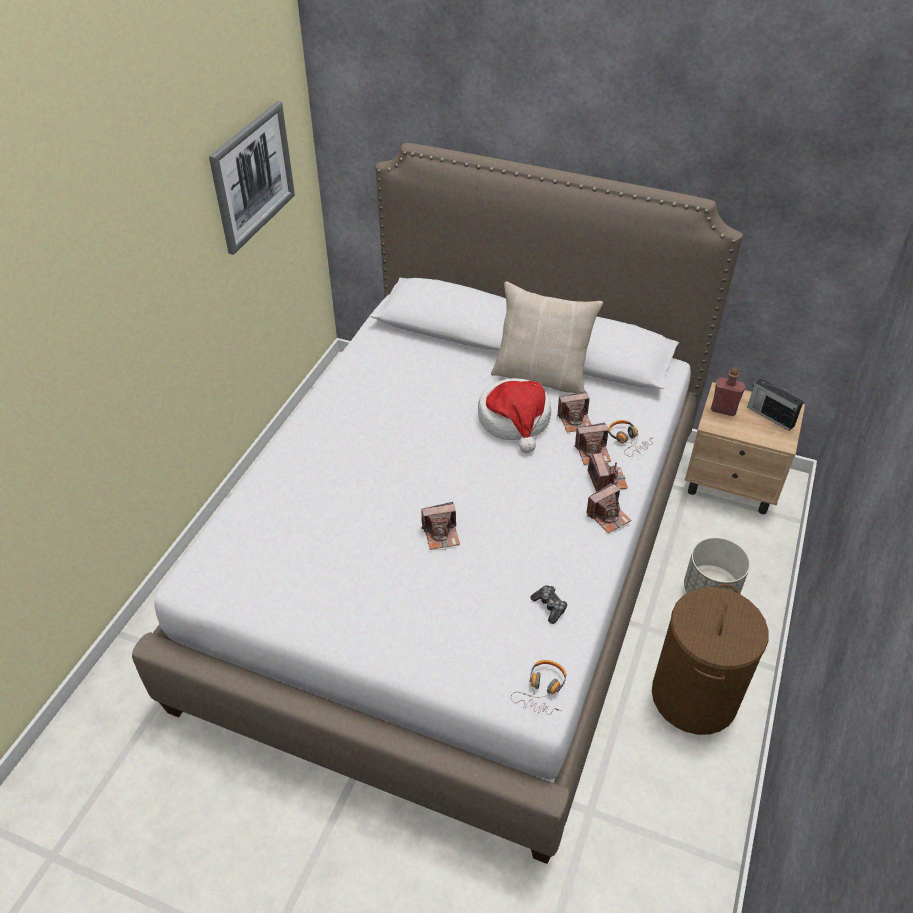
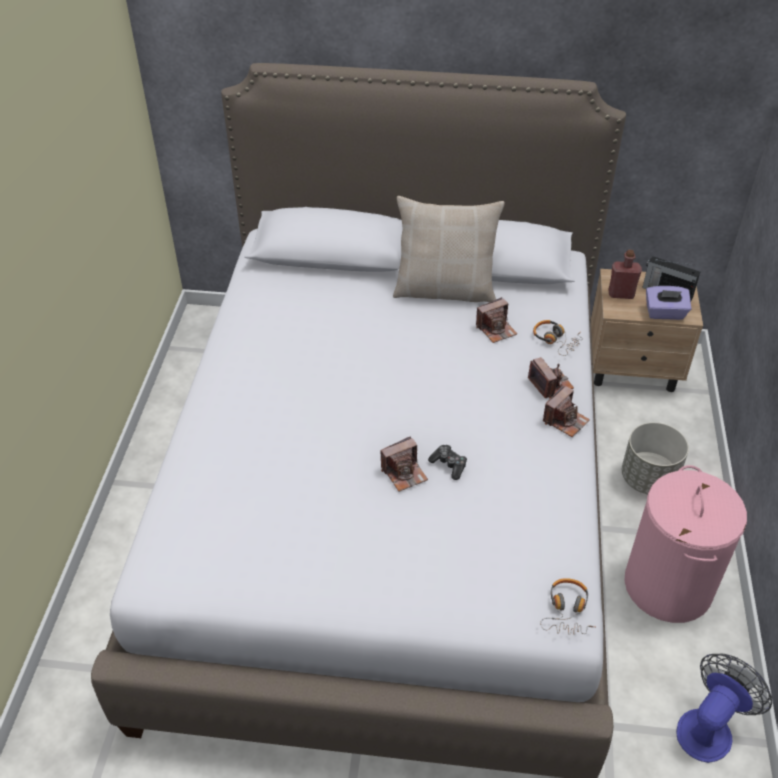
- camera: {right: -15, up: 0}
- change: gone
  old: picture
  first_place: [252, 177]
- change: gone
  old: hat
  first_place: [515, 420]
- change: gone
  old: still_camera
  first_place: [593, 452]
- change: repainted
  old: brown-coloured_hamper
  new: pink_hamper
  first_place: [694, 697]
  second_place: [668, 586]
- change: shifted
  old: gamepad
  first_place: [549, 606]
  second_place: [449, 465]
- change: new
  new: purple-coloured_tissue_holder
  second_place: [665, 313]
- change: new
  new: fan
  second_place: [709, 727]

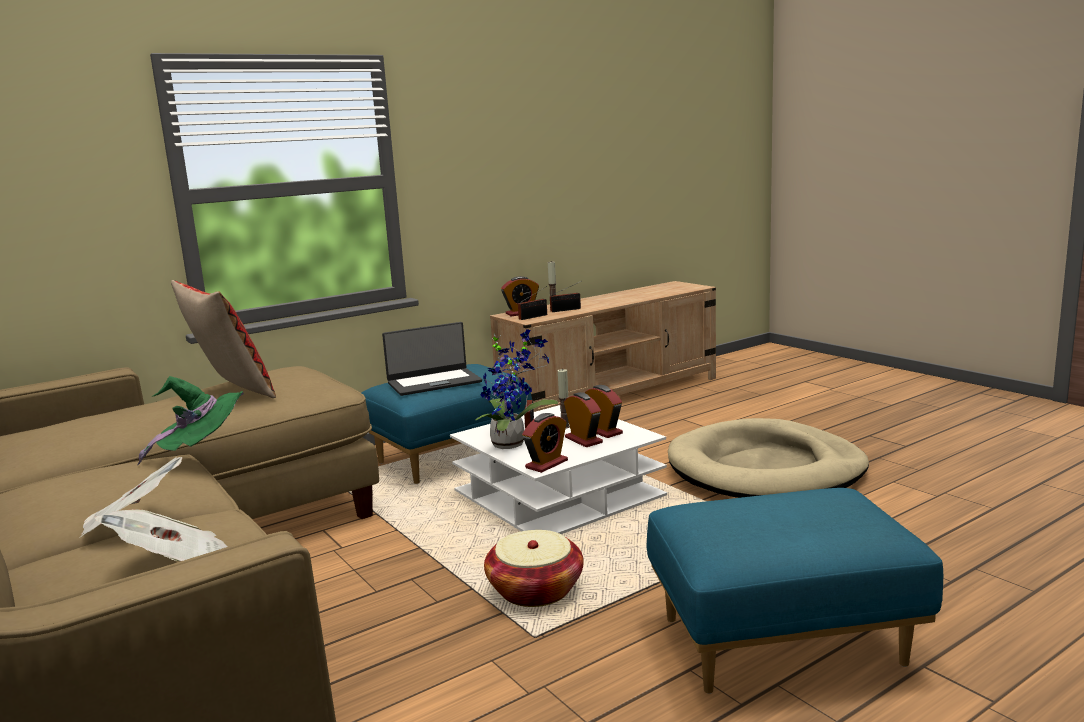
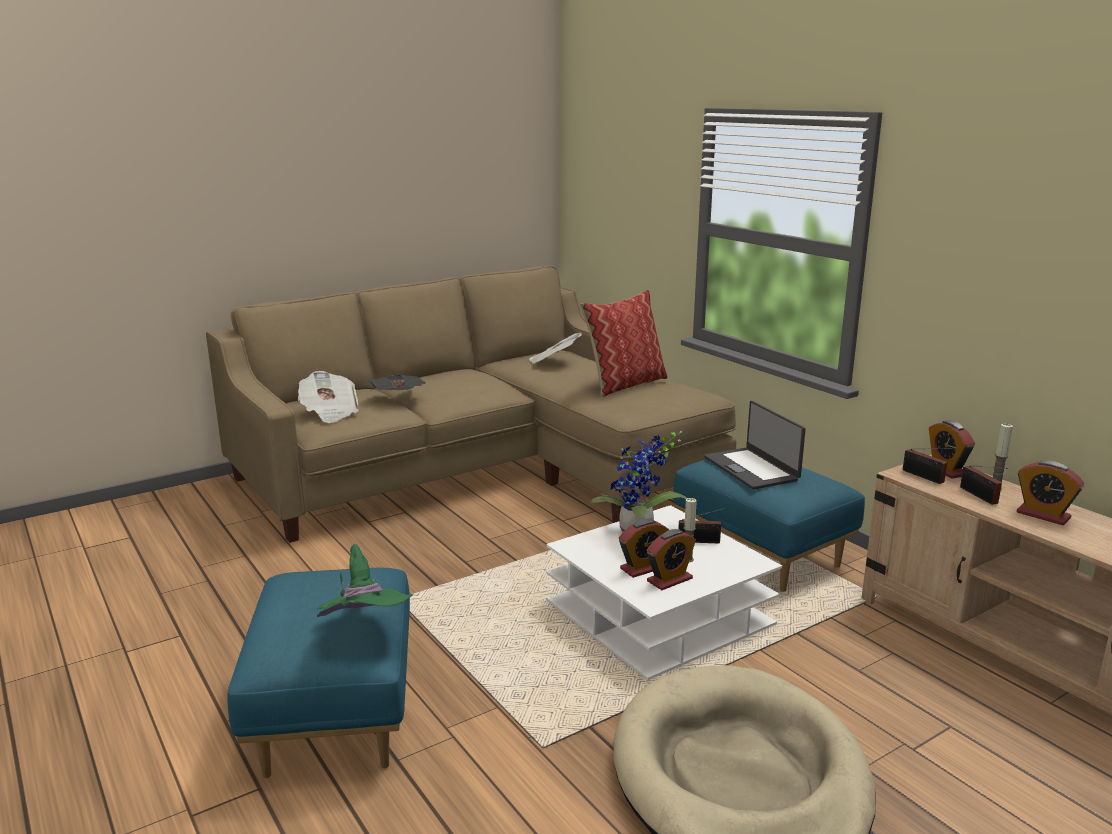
- camera: {right: 90, up: 5}
- change: shifted
  old: greenish_hat
  first_place: [203, 452]
  second_place: [364, 631]
- change: shifted
  old: alarm_clock
  first_place: [546, 464]
  second_place: [1043, 515]
- change: gone
  old: basket
  first_place: [535, 590]
- change: new
  new: printed_paper
  second_place: [553, 362]

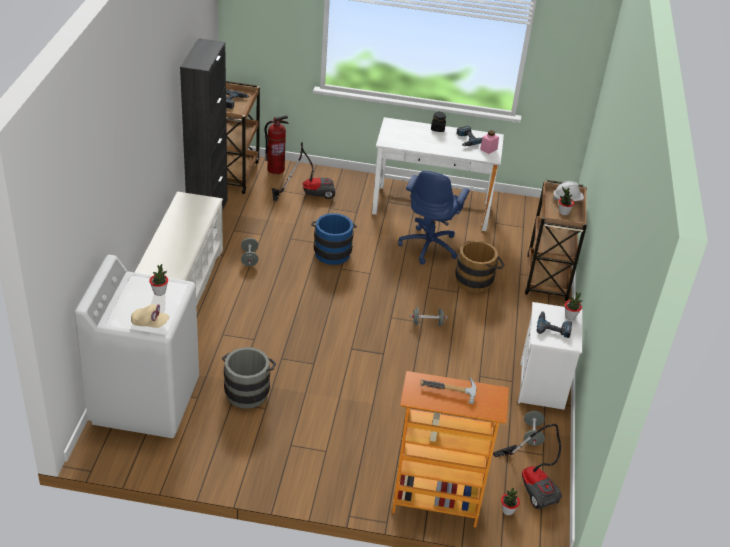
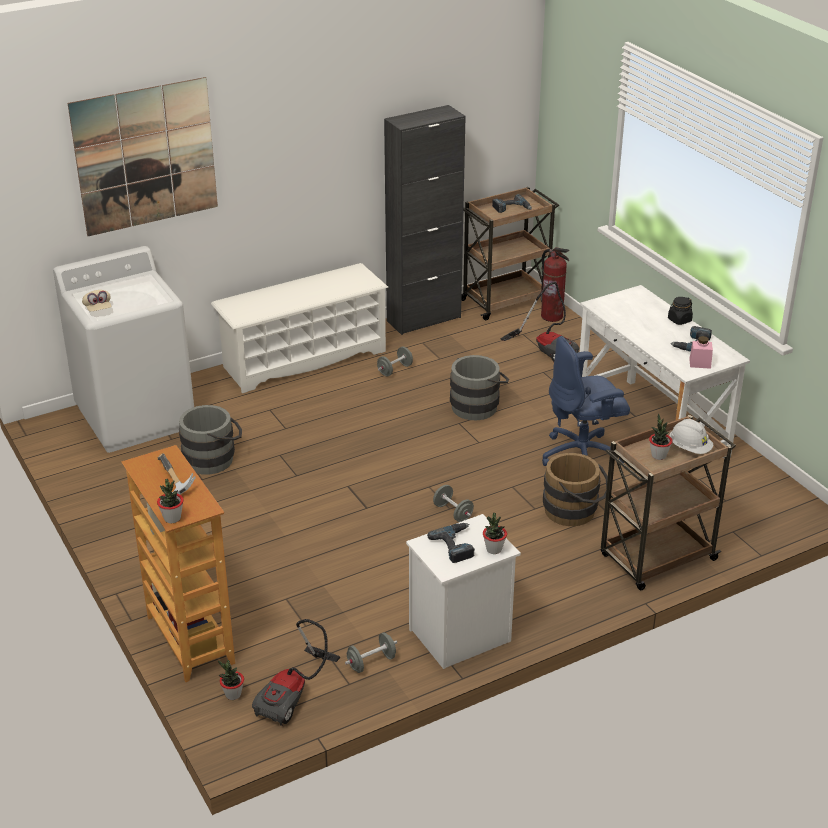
- camera: {right: 55, up: -5}
- change: repainted
  old: blue_water_bucket
  new: greyish_water_bucket
  first_place: [332, 251]
  second_place: [477, 405]
- change: shifted
  old: houseplant
  first_place: [159, 292]
  second_place: [172, 518]
- change: new
  new: picture
  second_place: [145, 156]

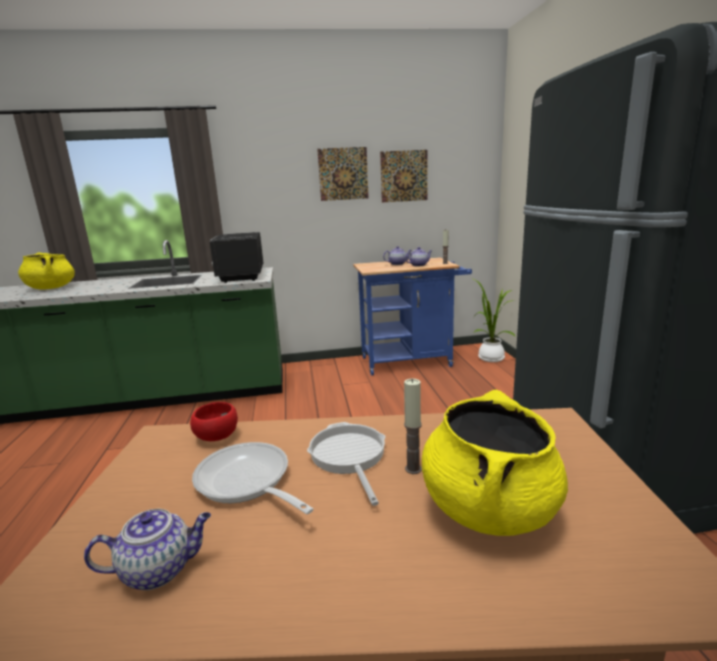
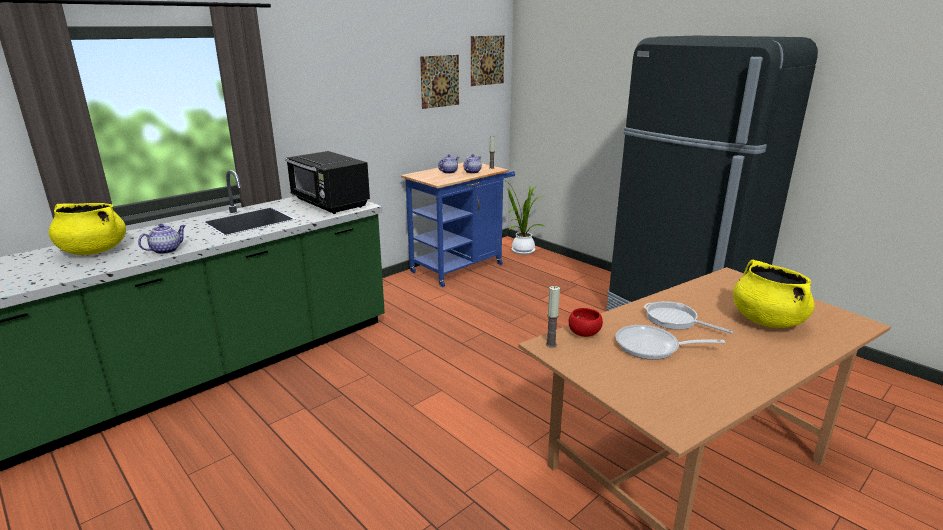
- camera: {right: -35, up: 5}
- change: shifted
  old: picture
  first_place: [343, 174]
  second_place: [487, 60]
- change: shifted
  old: wax_candle
  first_place: [413, 469]
  second_place: [551, 344]
- change: shifted
  old: tea_pot
  first_place: [159, 569]
  second_place: [166, 250]

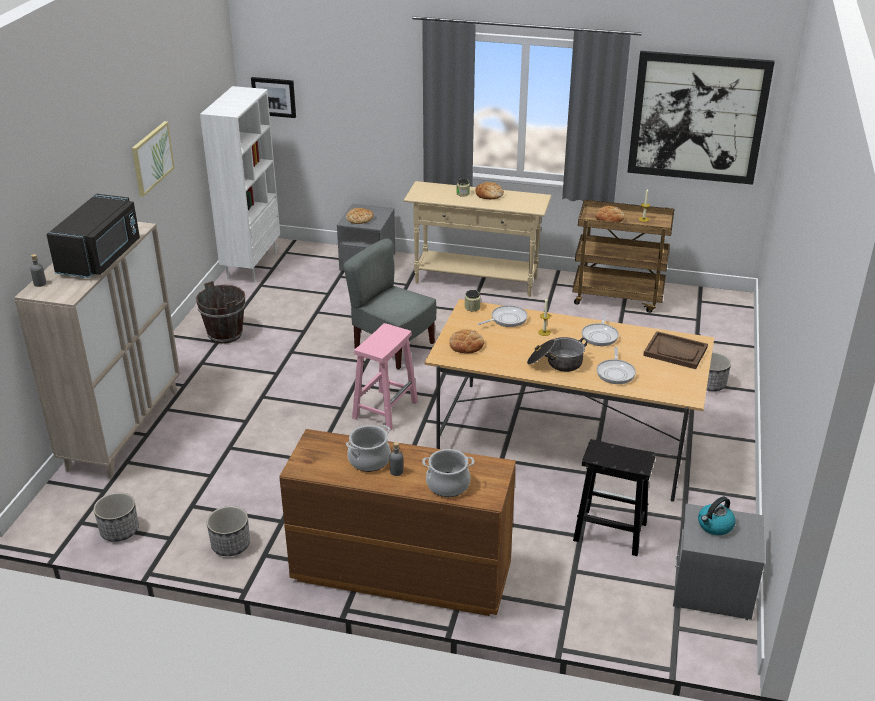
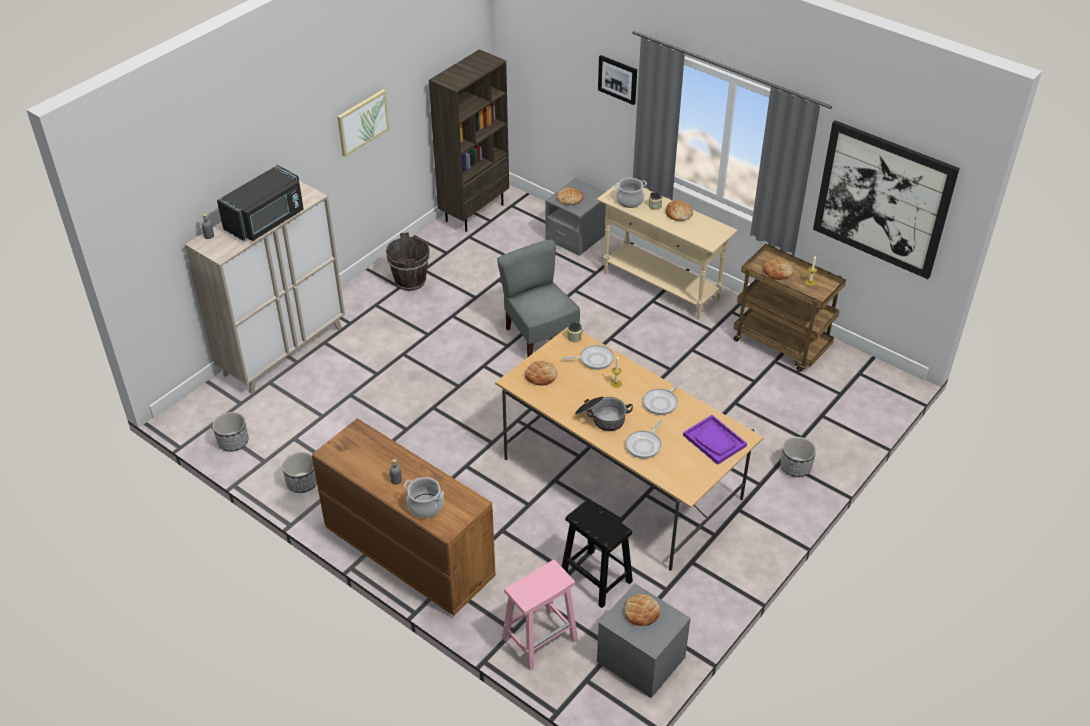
- camera: {right: 25, up: 10}
- change: shifted
  old: picture
  first_place: [274, 97]
  second_place: [618, 79]
- change: repainted
  old: white-coloured_bookcase
  new: brown-coloured_bookcase
  first_place: [251, 265]
  second_place: [474, 212]
- change: shifted
  old: pink_sitting_stool
  first_place: [385, 409]
  second_place: [540, 638]
- change: repainted
  old: brown-coloured_tray
  new: purple-coloured_tray
  first_place: [675, 352]
  second_place: [714, 441]
- change: shifted
  old: saucepot
  first_place: [369, 460]
  second_place: [629, 200]
- change: swapped
  old: tea_kettle
  new: bakery_bread
  first_place: [715, 526]
  second_place: [641, 612]

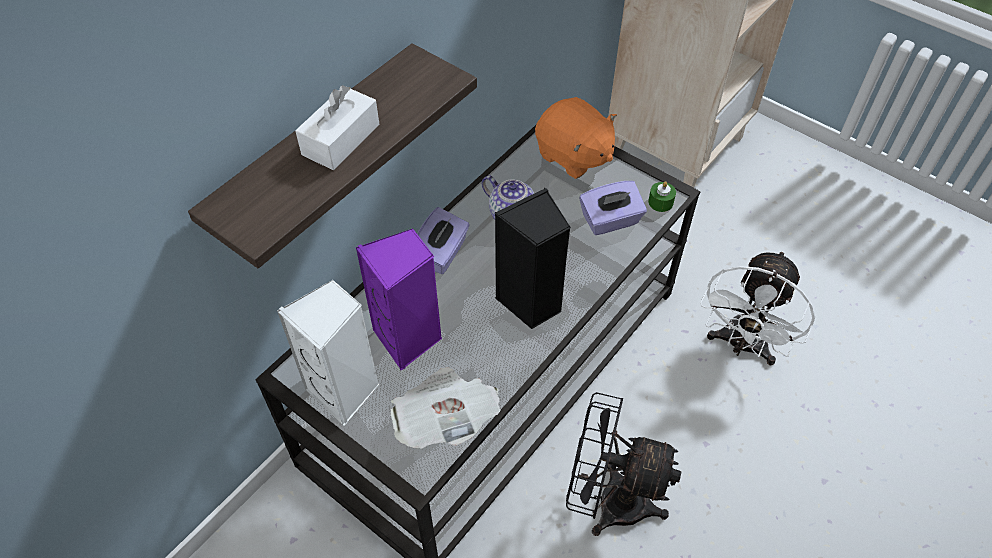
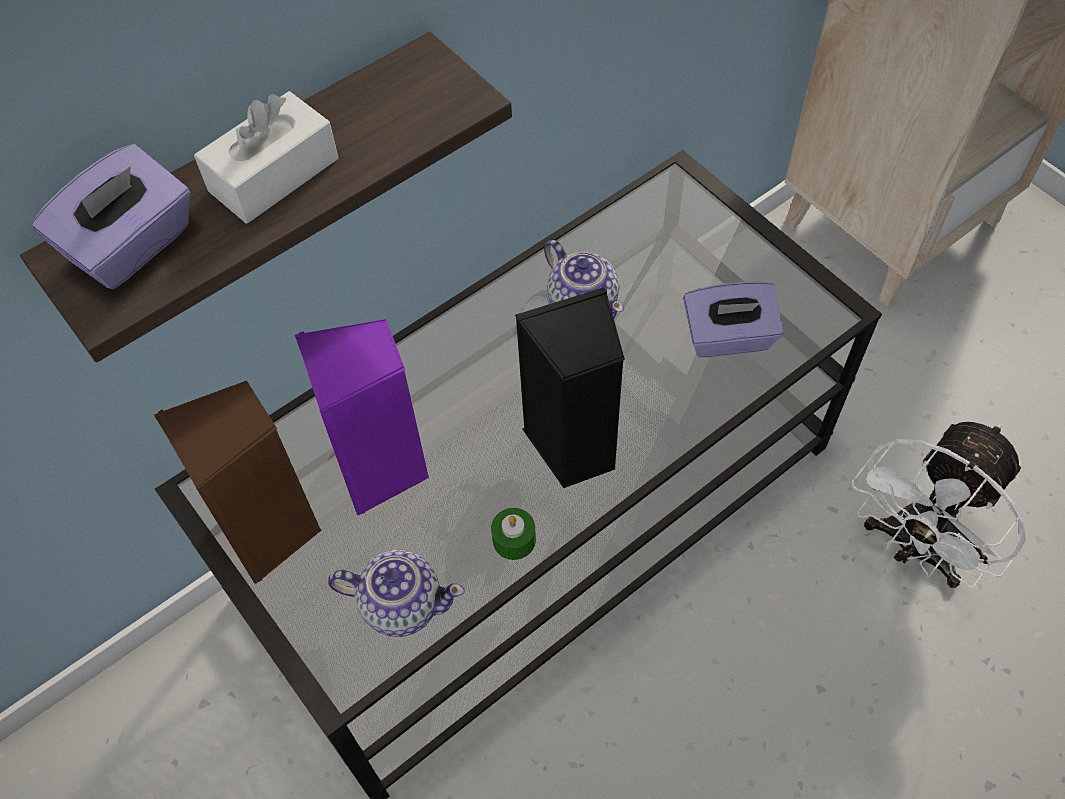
- camera: {right: 15, up: 5}
- change: gone
  old: orange-coloured_cuddly_toy
  first_place: [573, 156]
- change: shifted
  old: greenish_wax_candle
  first_place: [660, 202]
  second_place: [514, 539]
- change: shifted
  old: purple-coloured_tissue_holder
  first_place: [441, 253]
  second_place: [132, 246]
- change: repainted
  old: white-coloured_audio_speaker
  new: brown-coloured_audio_speaker
  first_place: [345, 391]
  second_place: [272, 531]
- change: swapped
  old: printed_paper
  new: tea_pot
  first_place: [445, 419]
  second_place: [401, 603]
- change: gone
  old: black_fan
  first_place: [608, 500]

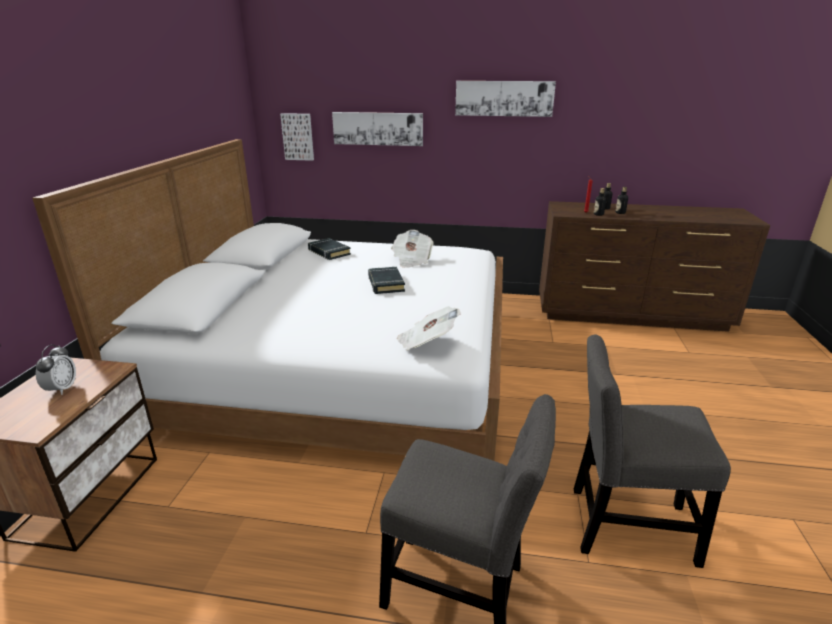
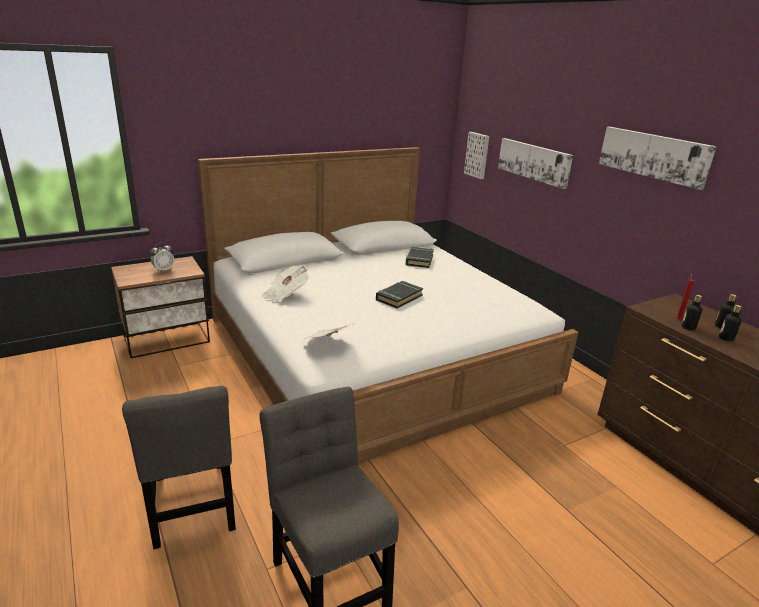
- camera: {right: 50, up: 0}
- change: shifted
  old: printed_paper
  first_place: [411, 260]
  second_place: [285, 294]

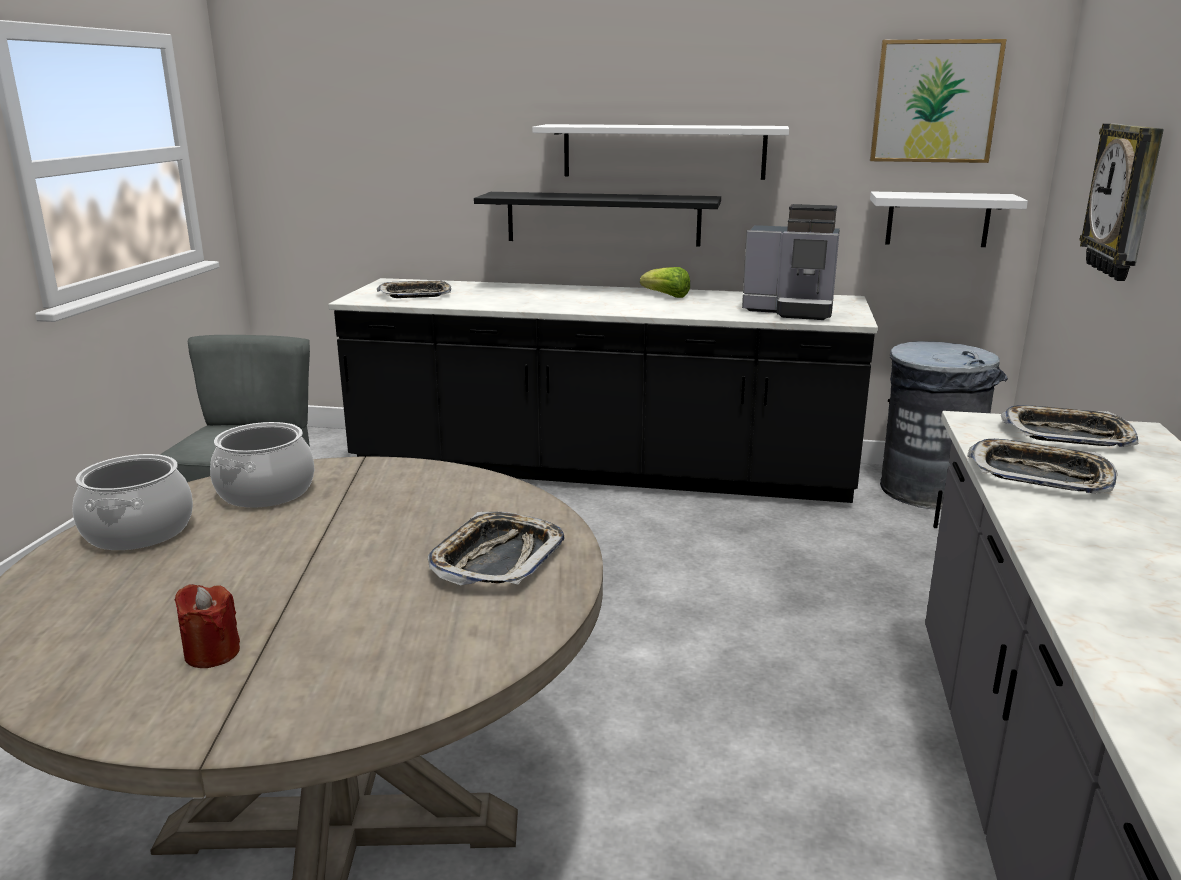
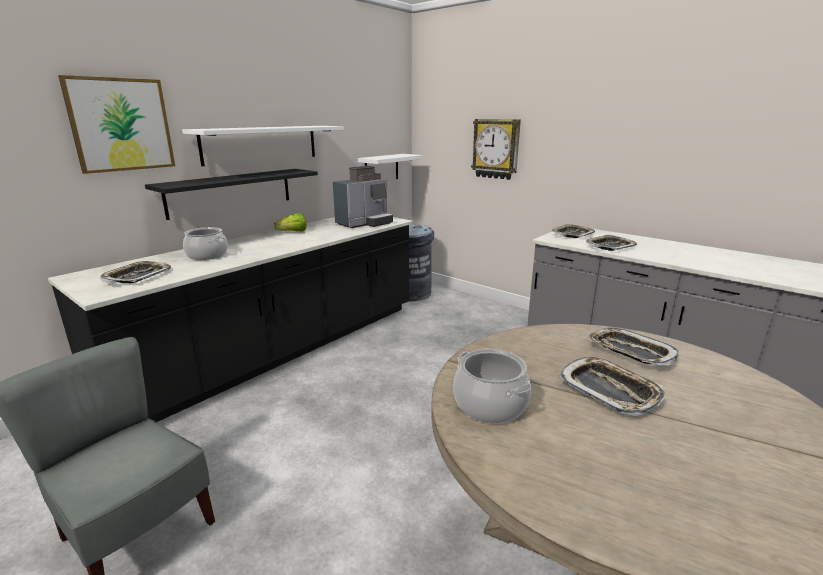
- camera: {right: -60, up: 0}
- change: shifted
  old: picture
  first_place: [935, 101]
  second_place: [121, 125]
- change: shifted
  old: saucepot
  first_place: [138, 531]
  second_place: [207, 255]
- change: gone
  old: red_wax_candle
  first_place: [212, 653]
- change: new
  new: tray
  second_place: [609, 390]

